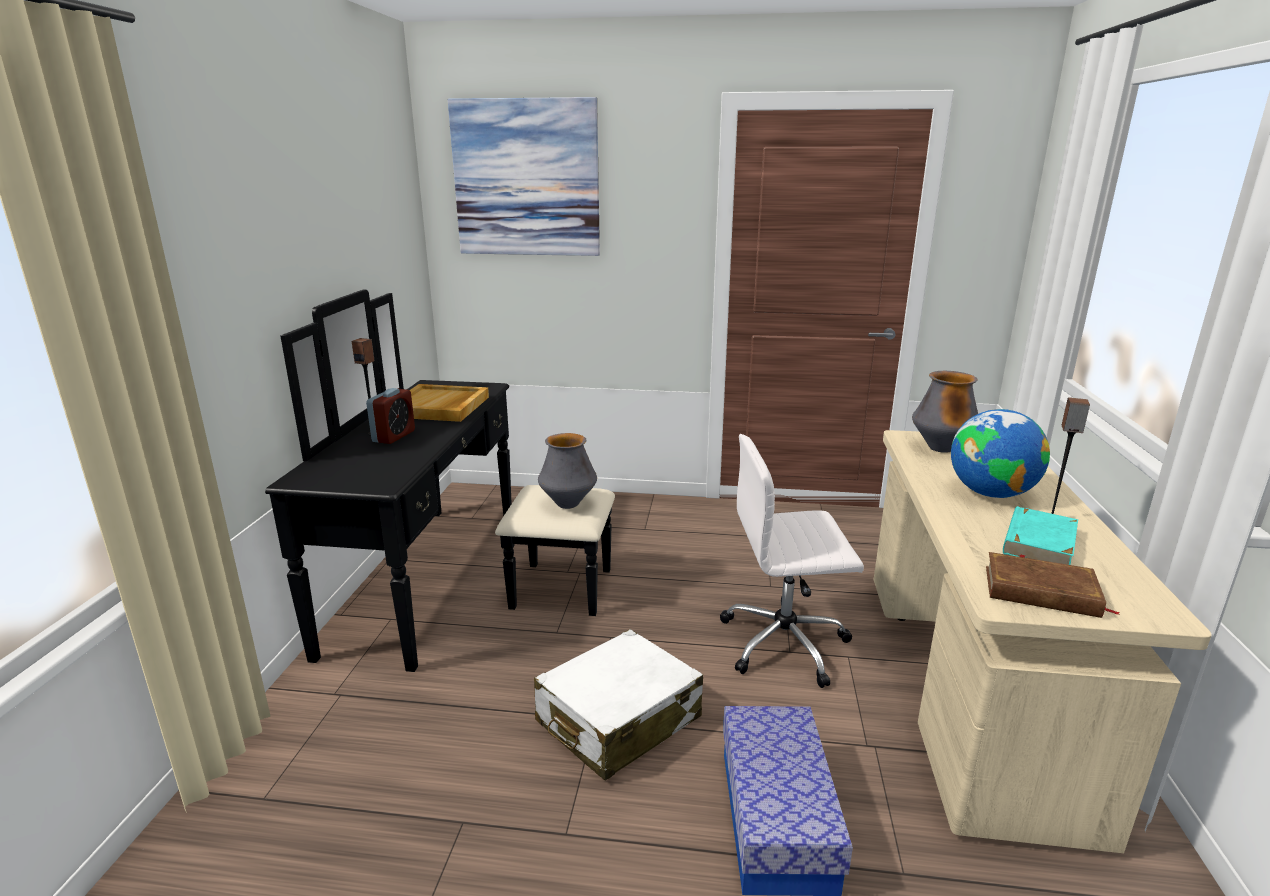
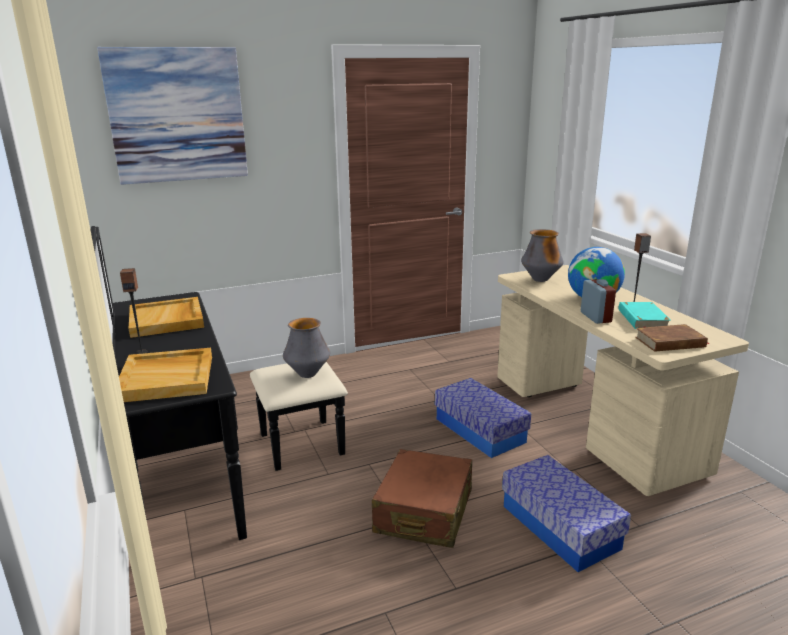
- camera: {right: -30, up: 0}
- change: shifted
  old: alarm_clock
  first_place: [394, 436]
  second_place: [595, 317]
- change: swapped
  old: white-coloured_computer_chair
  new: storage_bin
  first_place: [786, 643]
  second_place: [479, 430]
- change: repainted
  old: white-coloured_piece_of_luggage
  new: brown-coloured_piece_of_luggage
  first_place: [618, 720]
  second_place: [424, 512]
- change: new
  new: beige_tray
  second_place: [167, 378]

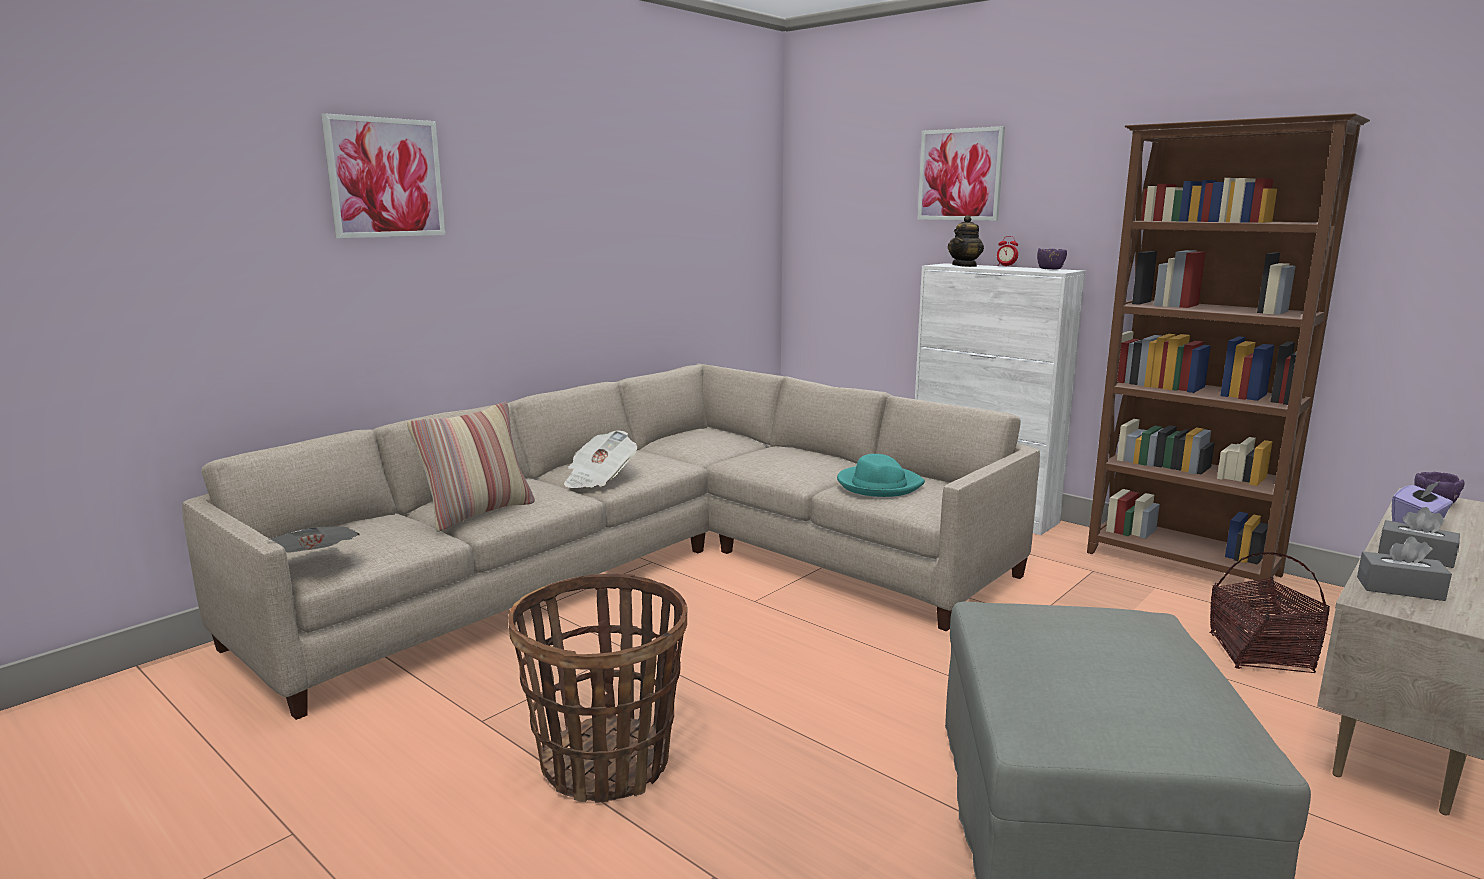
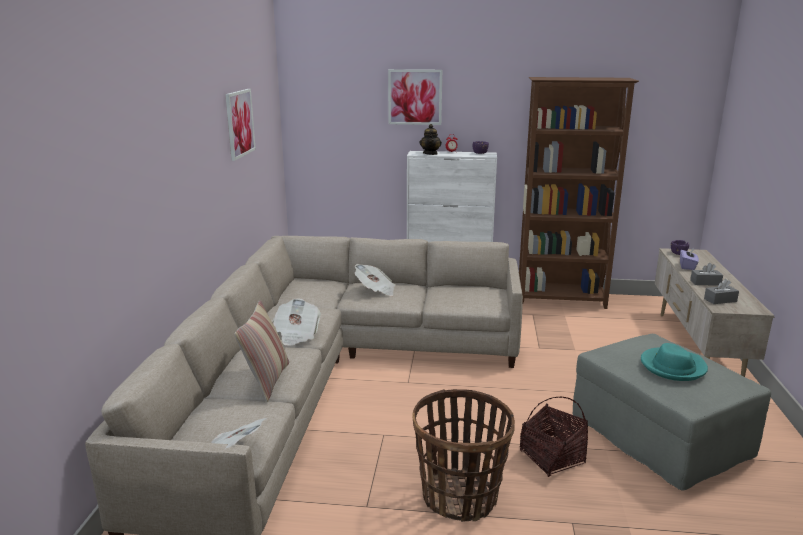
- camera: {right: -35, up: 5}
- change: shifted
  old: picture
  first_place: [385, 178]
  second_place: [239, 123]
- change: shifted
  old: blue-green_hat
  first_place: [878, 485]
  second_place: [672, 367]
- change: shifted
  old: basket
  first_place: [1259, 653]
  second_place: [551, 457]
- change: new
  new: printed_paper
  second_place: [375, 290]

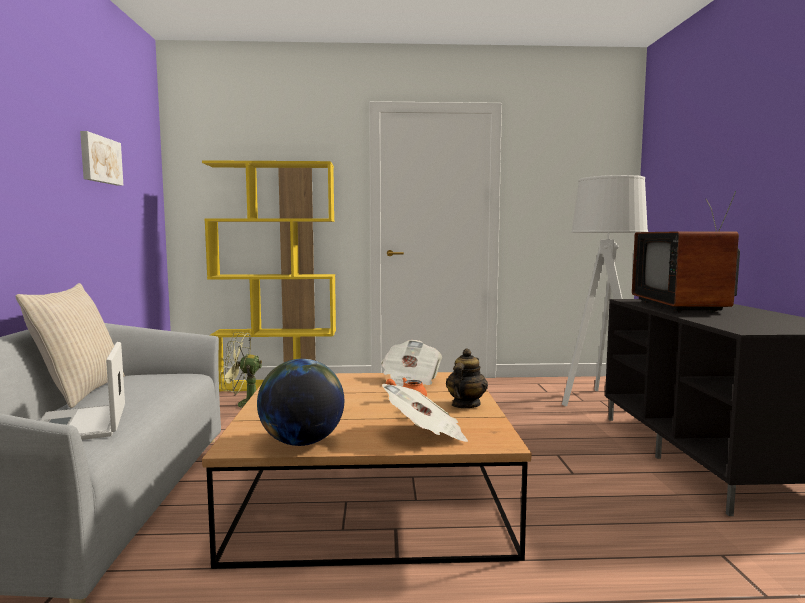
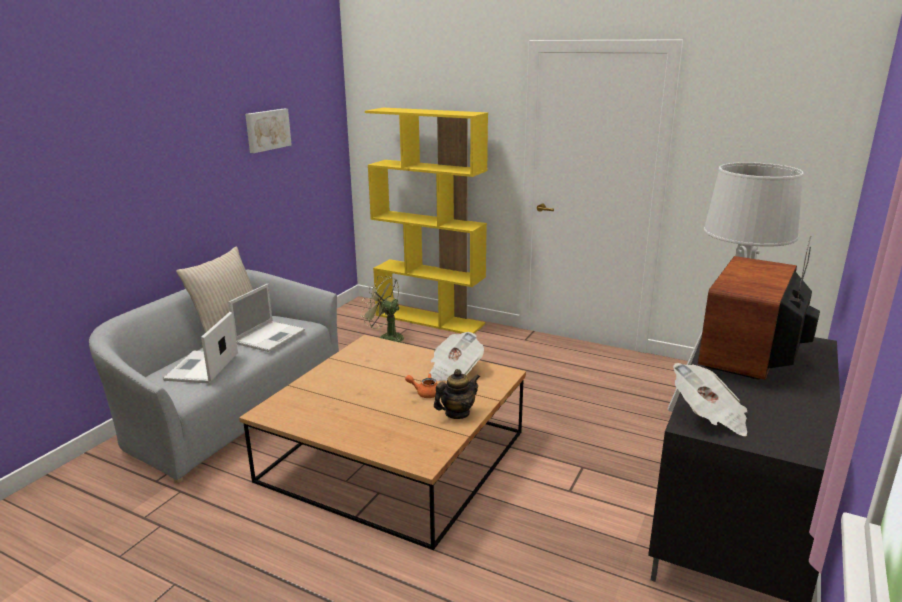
- camera: {right: 30, up: 15}
- change: gone
  old: desk_globe
  first_place: [301, 442]
- change: shifted
  old: printed_paper
  first_place: [426, 434]
  second_place: [709, 417]
- change: new
  new: notebook_computer
  second_place: [270, 336]

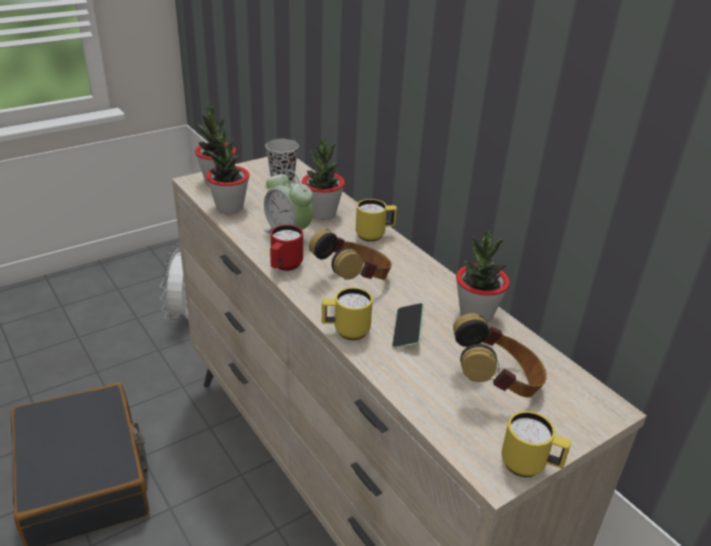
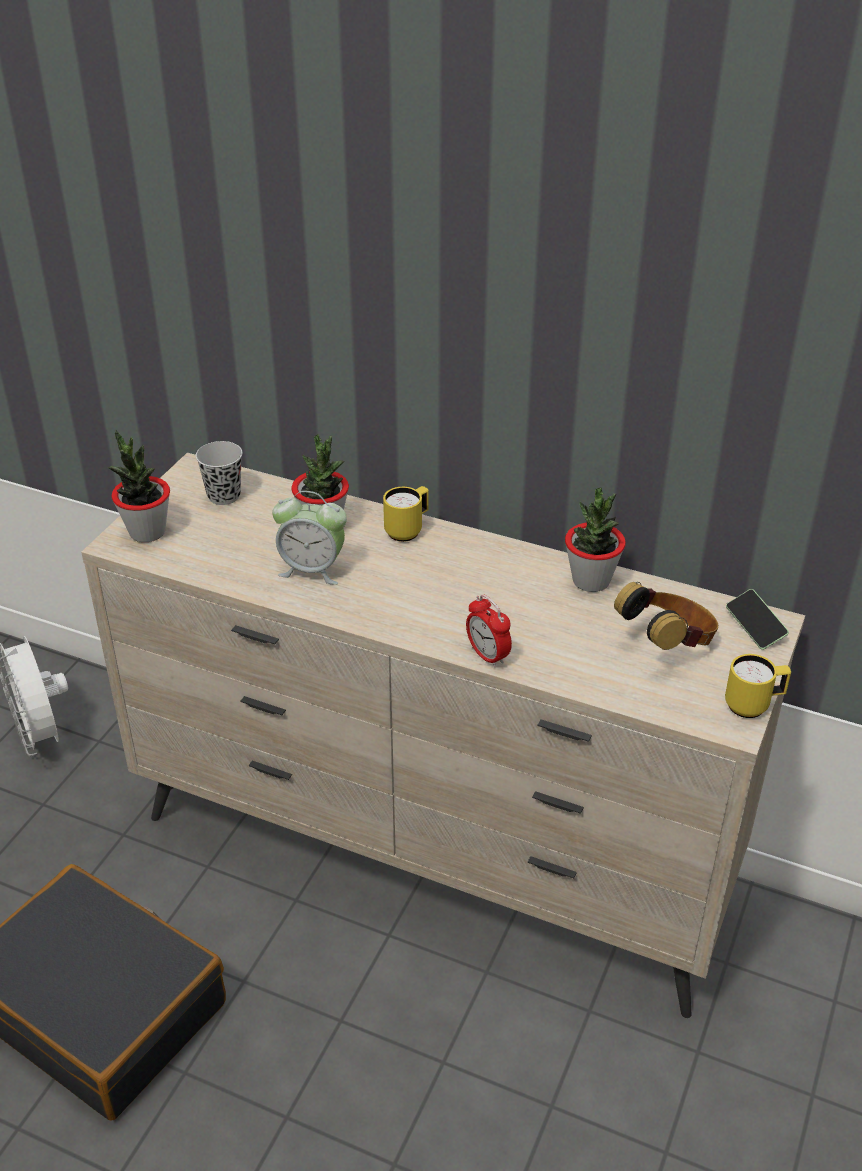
- camera: {right: -30, up: 5}
- change: gone
  old: houseplant
  first_place: [229, 207]
- change: gone
  old: red_mug
  first_place: [284, 267]
- change: gone
  old: headset
  first_place: [353, 280]
- change: swapped
  old: yellow_mug
  new: alarm_clock
  first_place: [345, 331]
  second_place: [487, 655]
- change: shifted
  old: phone
  first_place: [407, 332]
  second_place: [755, 626]

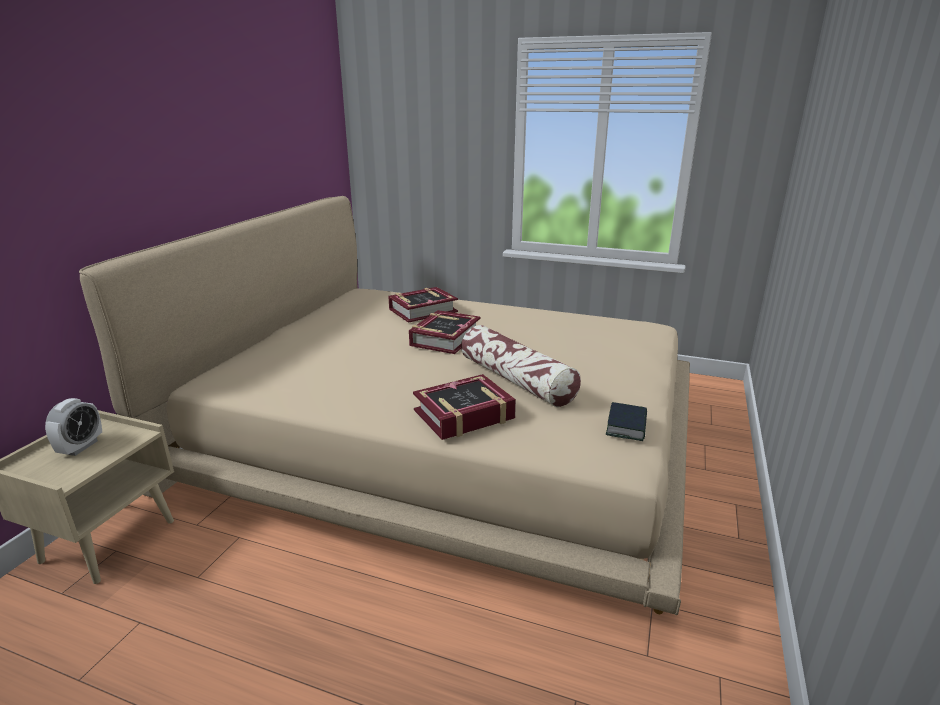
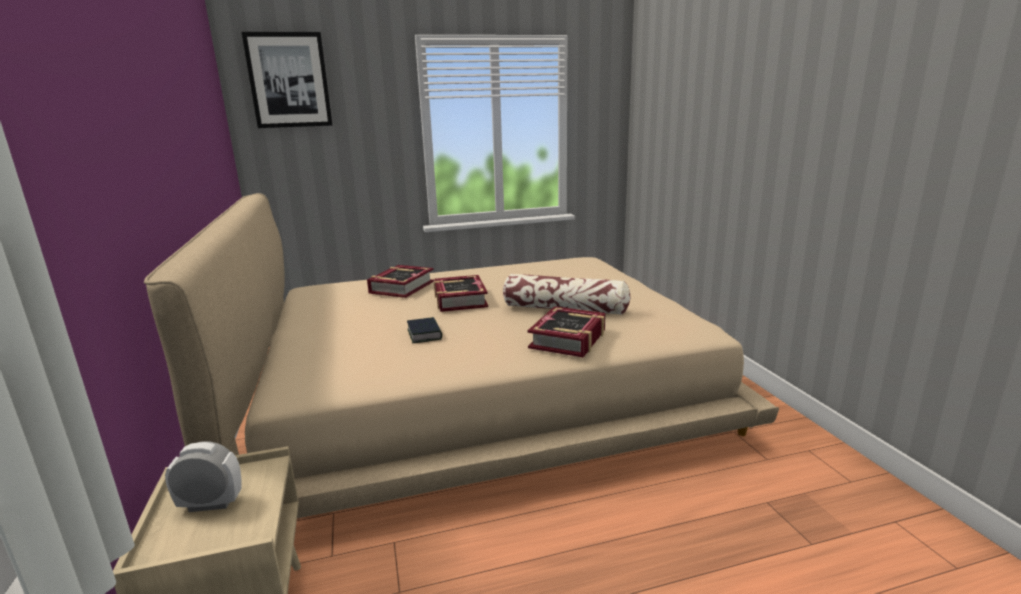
- camera: {right: -35, up: -5}
- change: rotated
  old: alarm_clock
  first_place: [81, 447]
  second_place: [211, 504]
  degrees: -75
- change: shifted
  old: bound_book
  first_place: [626, 426]
  second_place: [424, 334]
- change: new
  new: picture
  second_place: [289, 80]

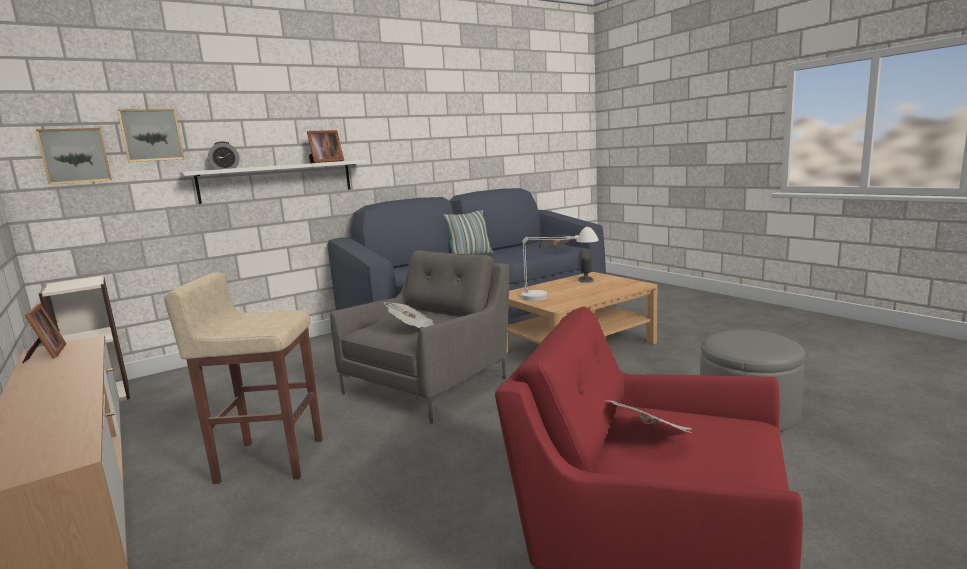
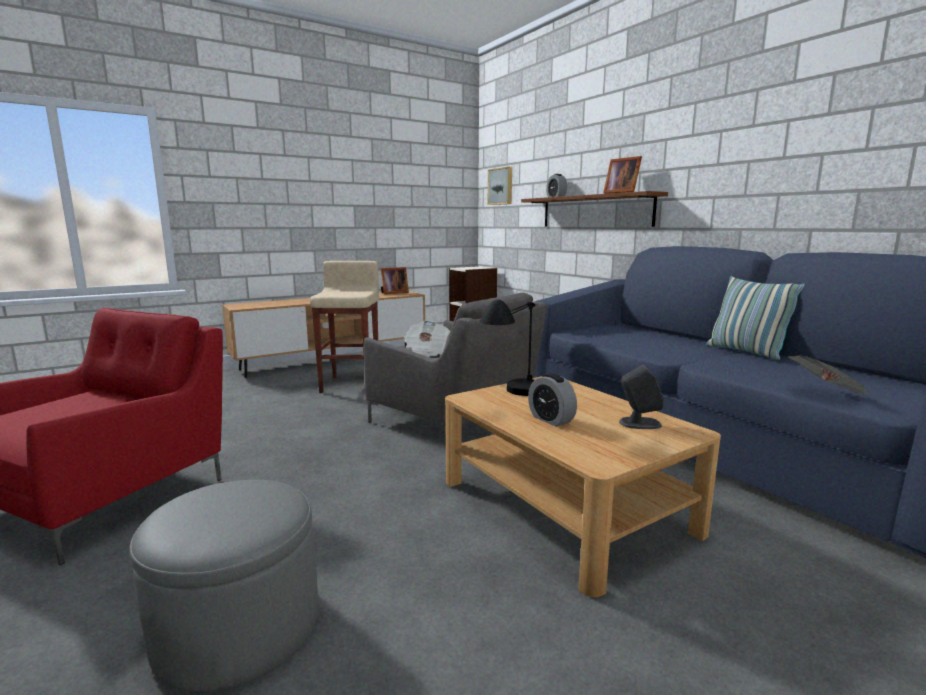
- camera: {right: 90, up: 0}
- change: gone
  old: picture
  first_place: [151, 135]
- change: repainted
  old: white-coloured_wall_shelf
  new: brown-coloured_wall_shelf
  first_place: [277, 181]
  second_place: [594, 211]
- change: repainted
  old: white-coloured_table_lamp
  new: black_table_lamp
  first_place: [556, 298]
  second_place: [513, 399]
- change: gone
  old: printed_paper
  first_place: [650, 438]
- change: new
  new: alarm_clock
  second_place: [551, 419]

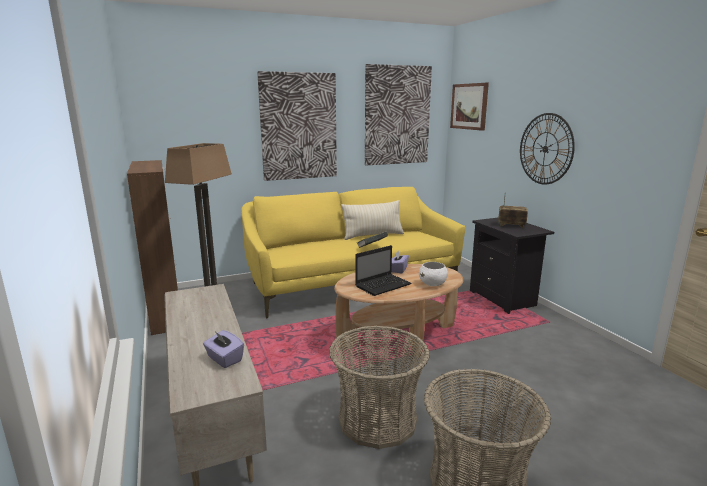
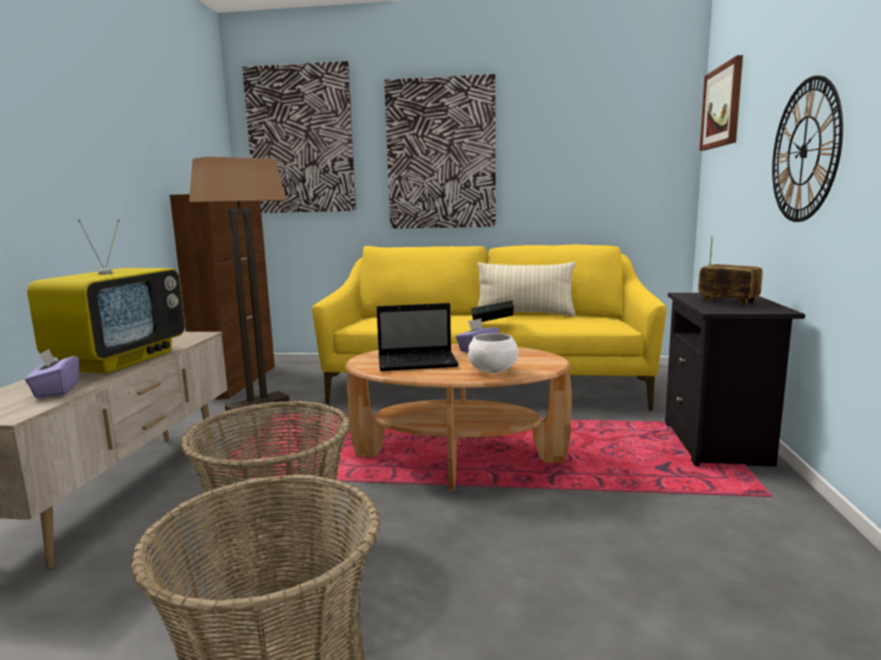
- camera: {right: 30, up: -5}
- change: shifted
  old: picture
  first_place: [397, 115]
  second_place: [301, 140]
- change: new
  new: TV_set
  second_place: [119, 360]

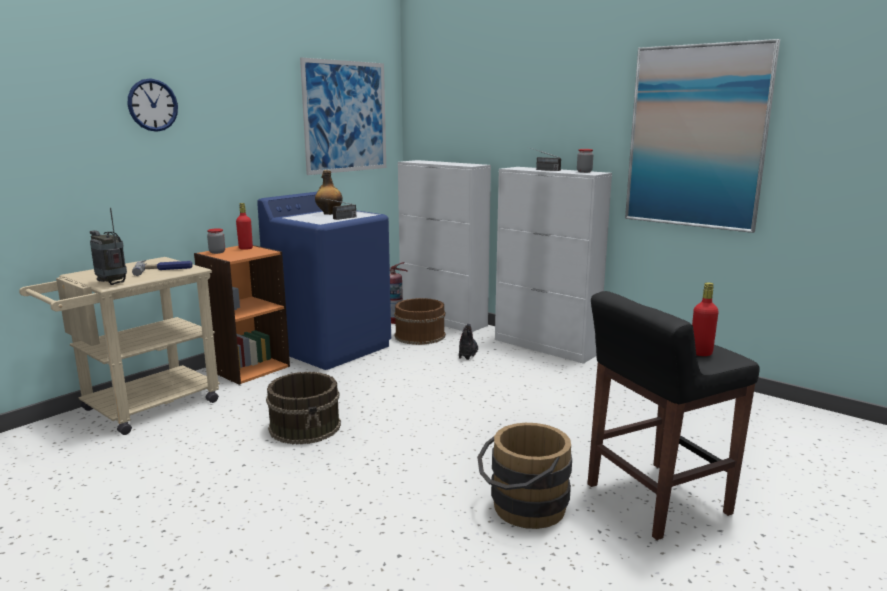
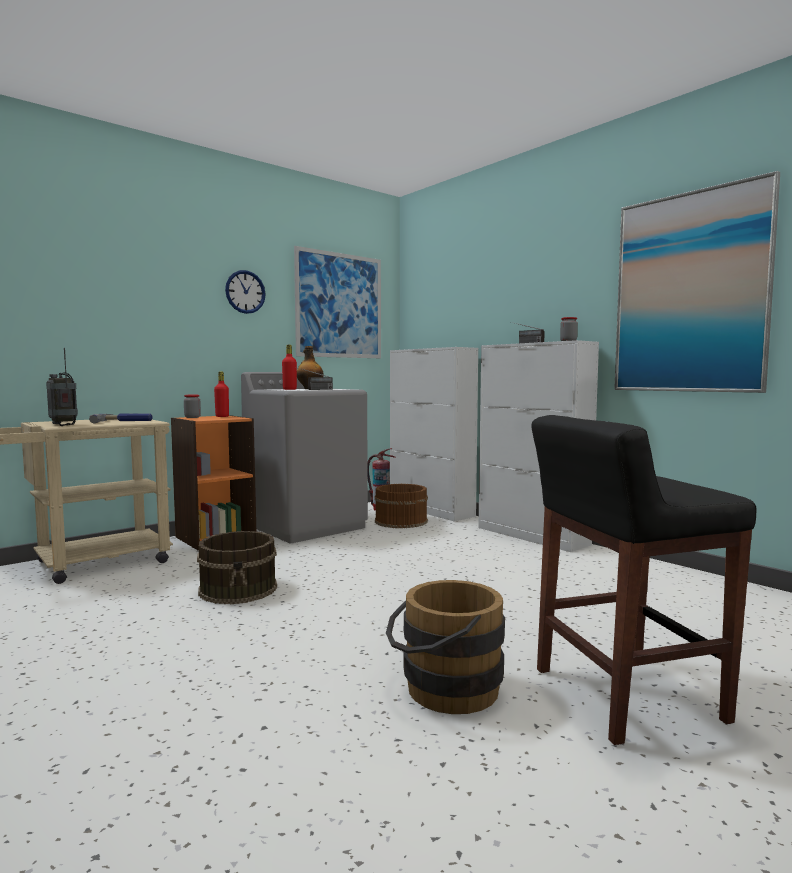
- camera: {right: 10, up: -10}
- change: shifted
  old: hanging_clock
  first_place: [152, 105]
  second_place: [245, 292]
- change: repainted
  old: blue_laundry_appliance
  new: greyish_laundry_appliance
  first_place: [331, 347]
  second_place: [306, 526]
- change: shifted
  old: red_drink_bottle
  first_place: [701, 353]
  second_place: [289, 389]
- change: gone
  old: tall_boot
  first_place: [467, 352]

